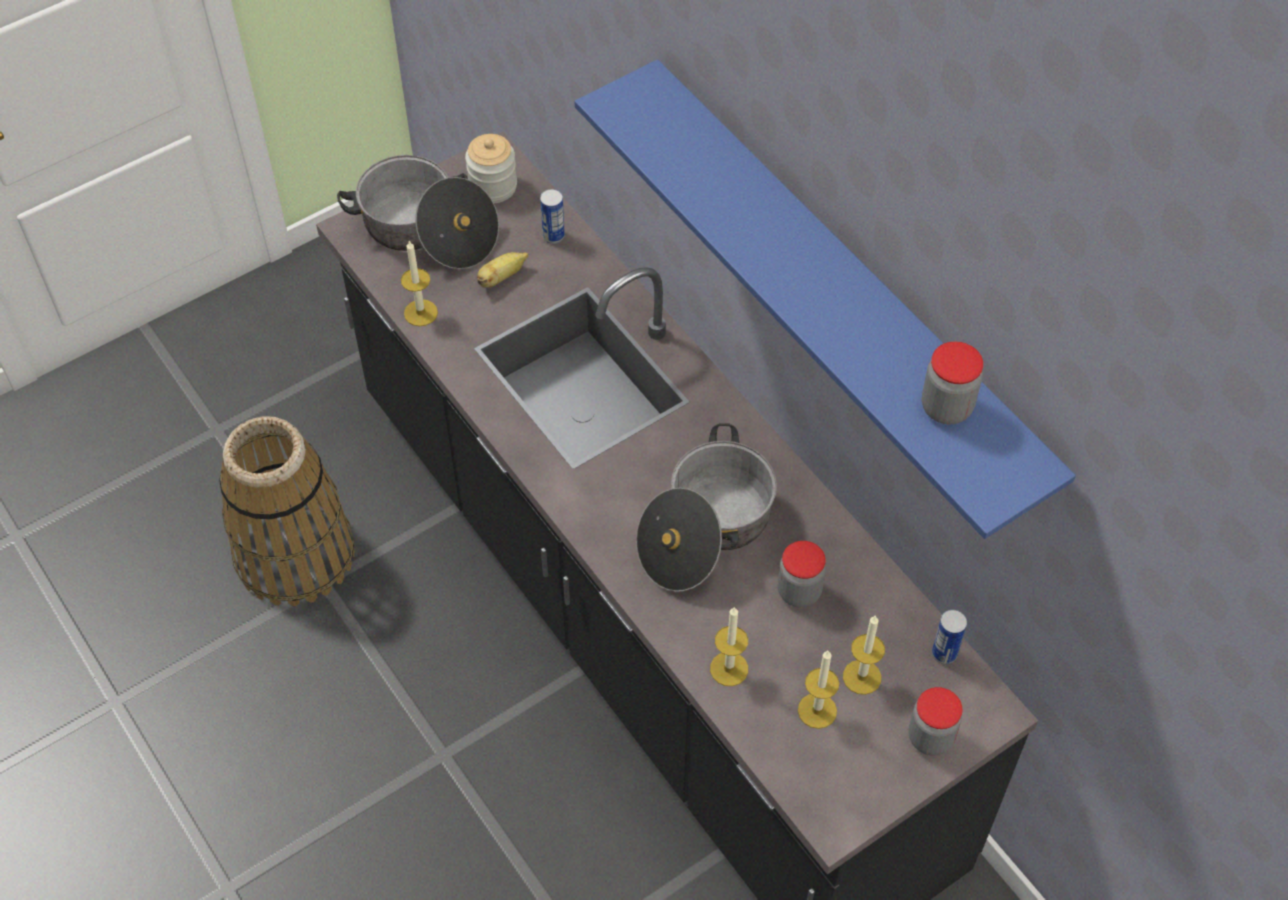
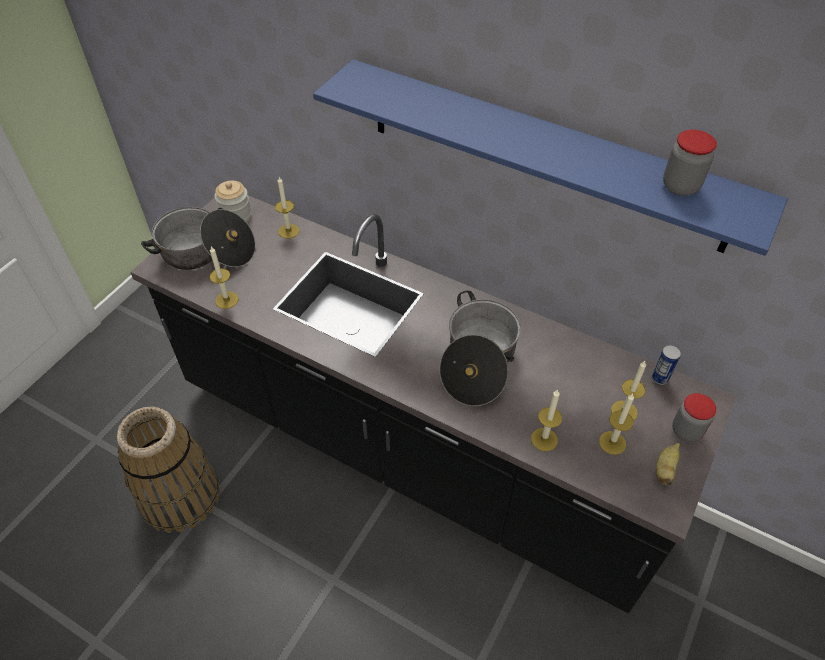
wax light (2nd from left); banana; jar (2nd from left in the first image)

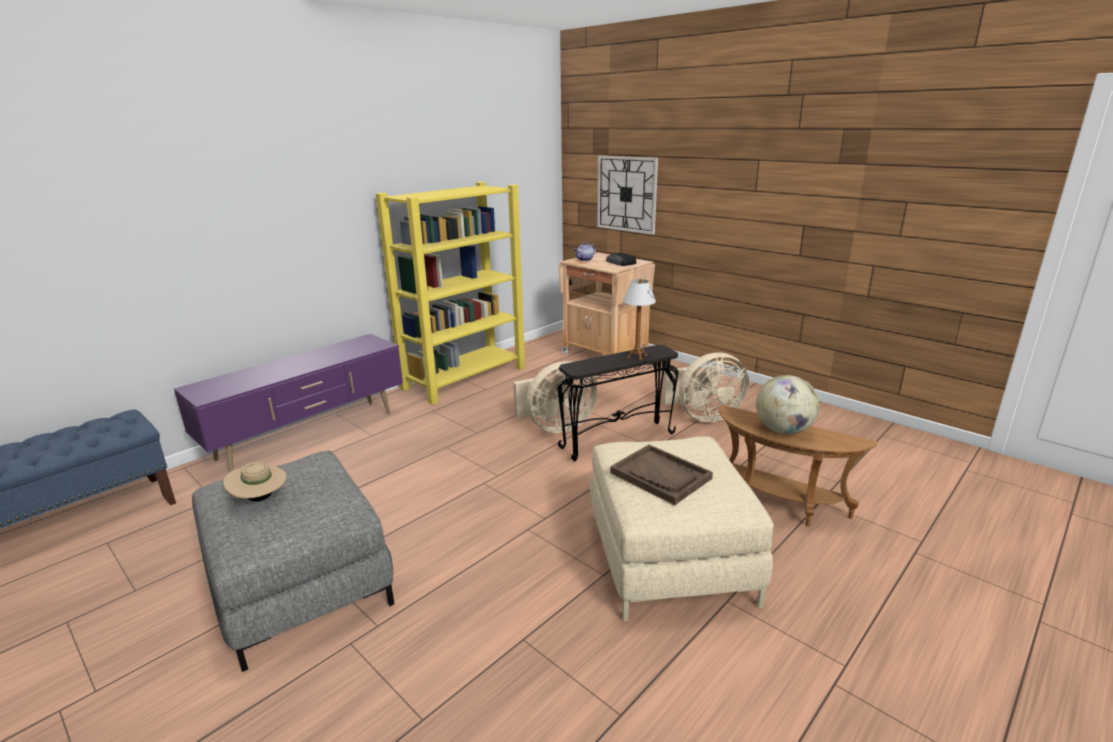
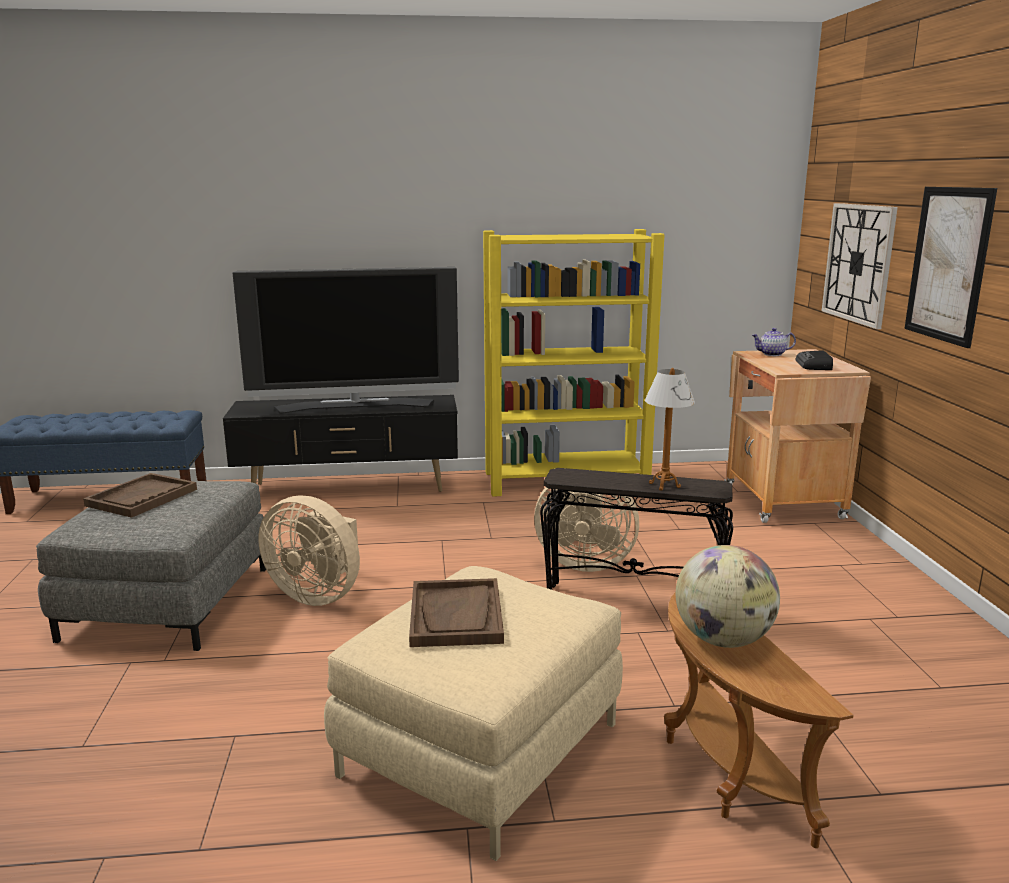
media console/black-coloured; cooling fan/beige-coloured (1st from left); serving tray/brown-coloured (1st from left); wall picture; TV

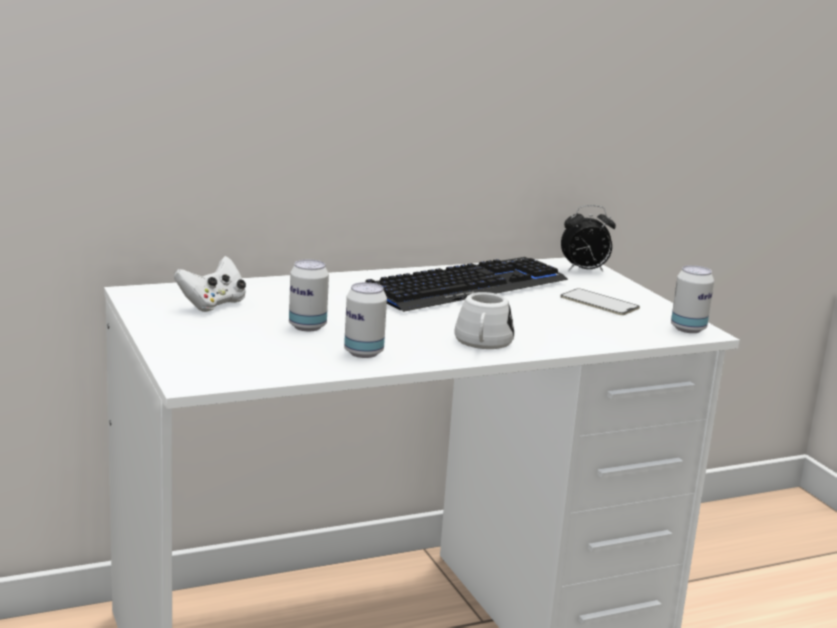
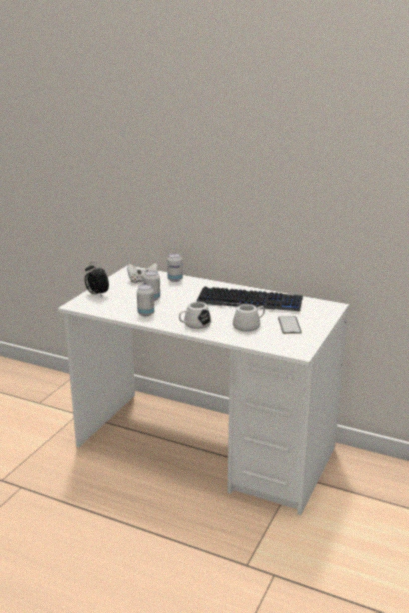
table clock; can (3rd from left); tea mug/white-coloured (2nd from left)

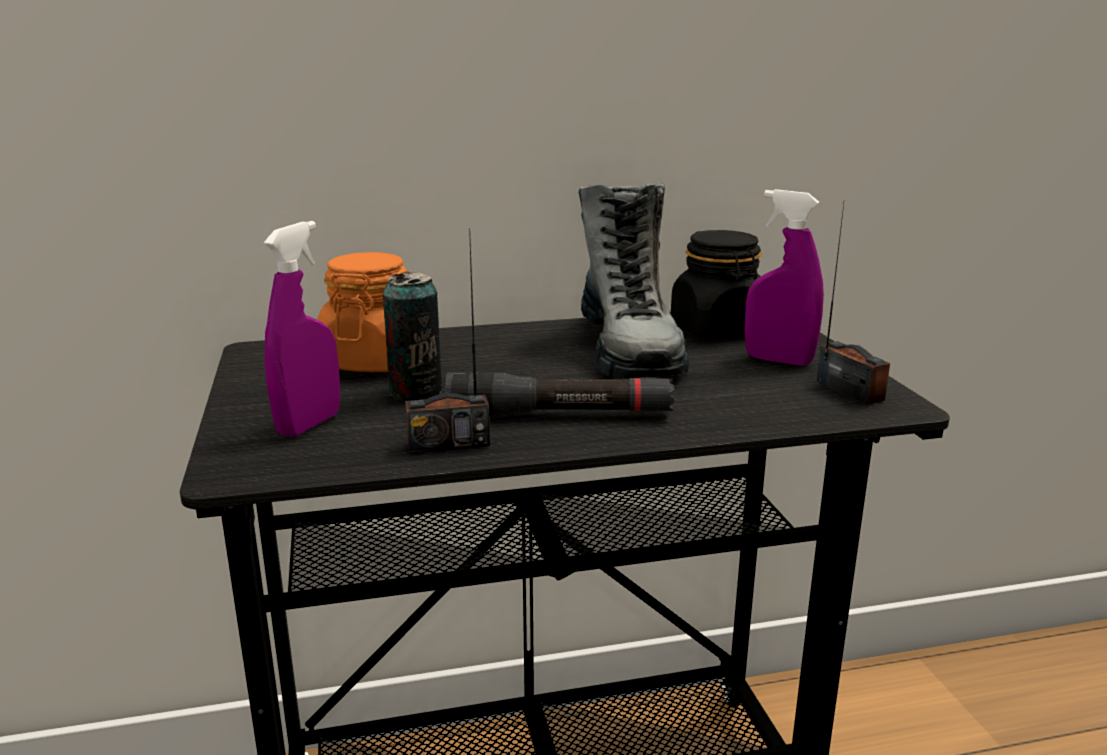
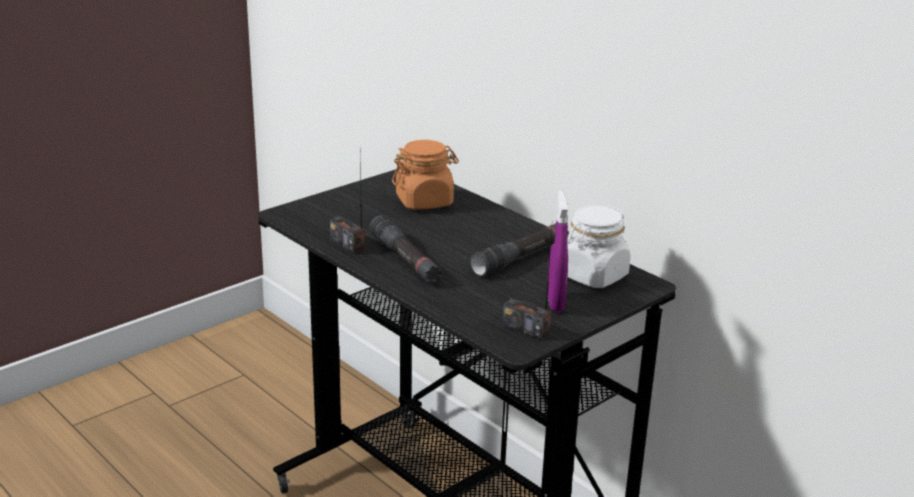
hand torch/black-coloured (2nd from left); radio (2nd from left); spray bottle/purple-coloured (1st from left in the first image); jar/white-coloured; can

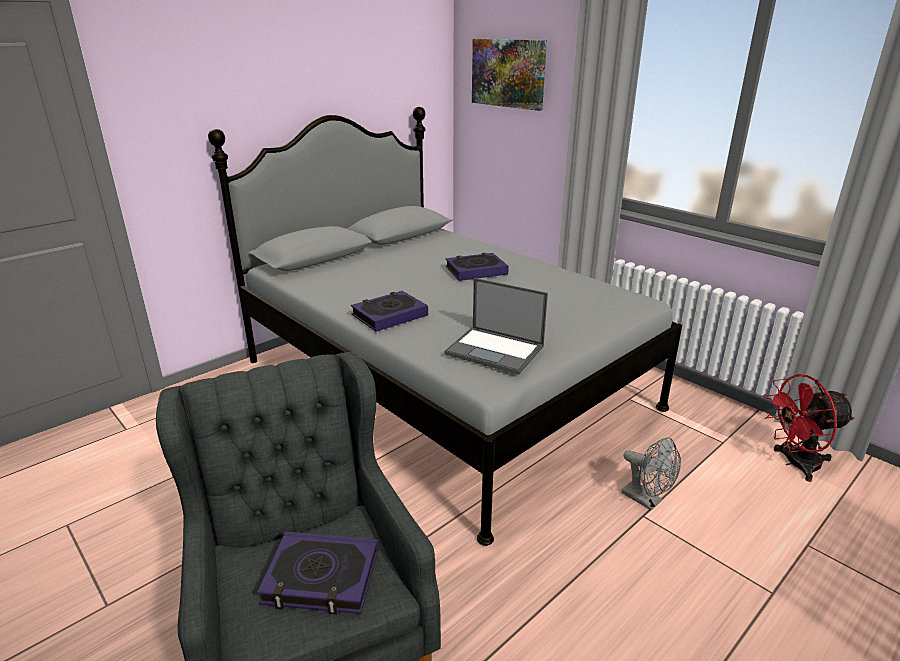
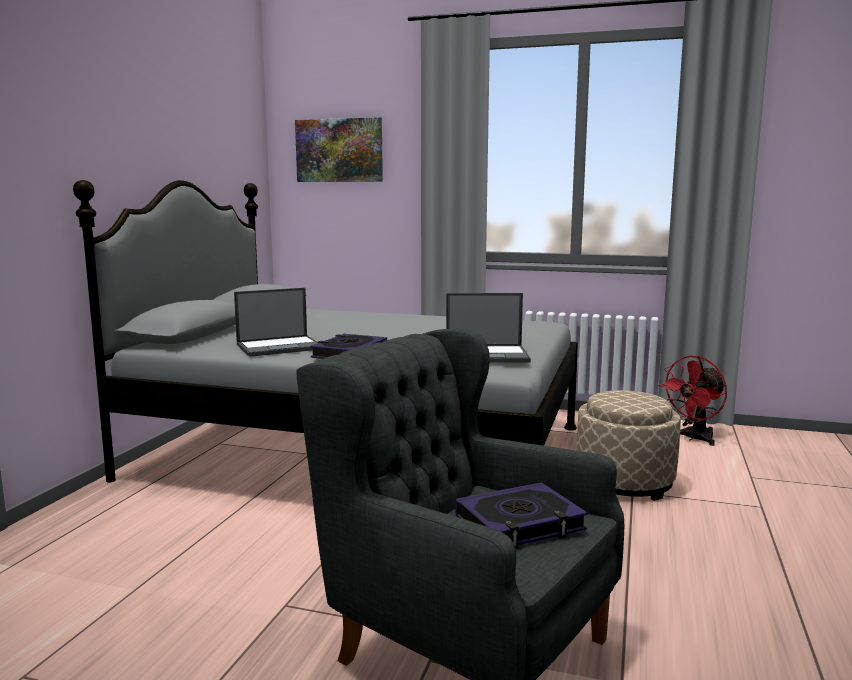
volume (3rd from left in the first image); ottoman/beige-coloured; portable computer (1st from left)

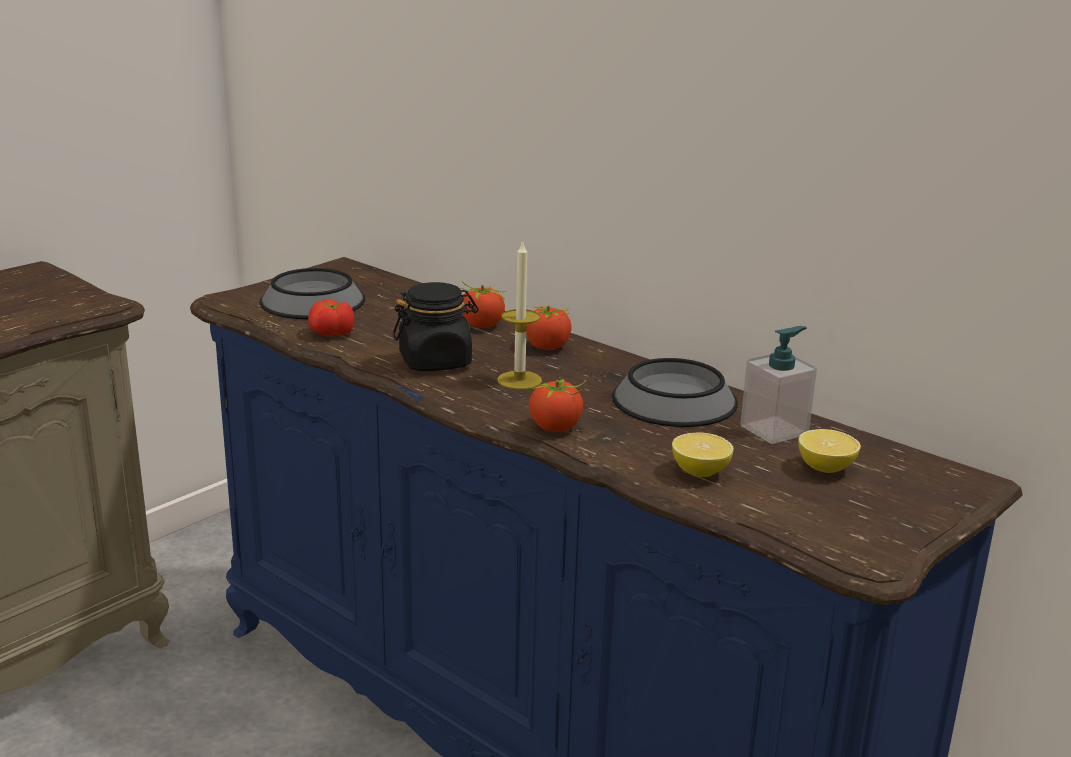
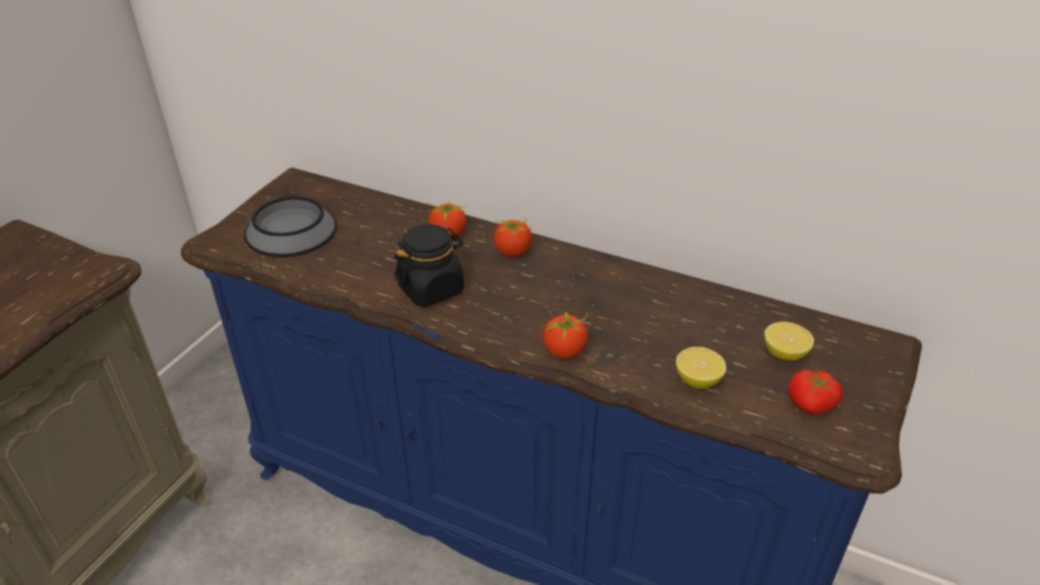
wax light; whole tomato (4th from left); soap dispenser; bowl (2nd from left in the first image)

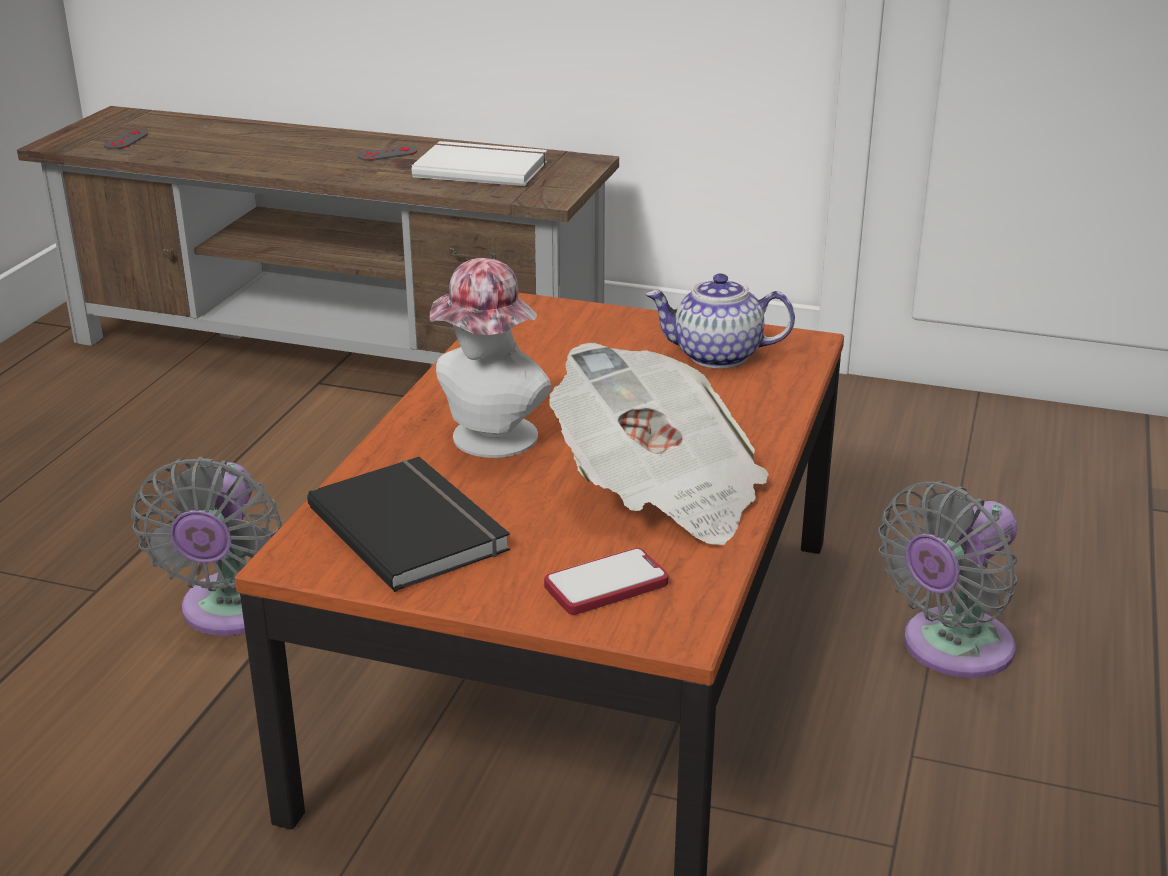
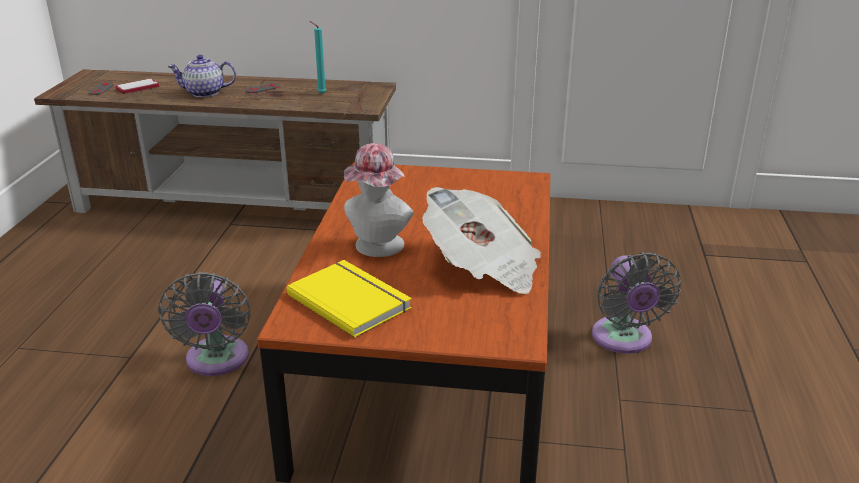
wax light/turquoise; tea pot; volume/yellow-coloured; cooling fan/grey (2nd from left); handset

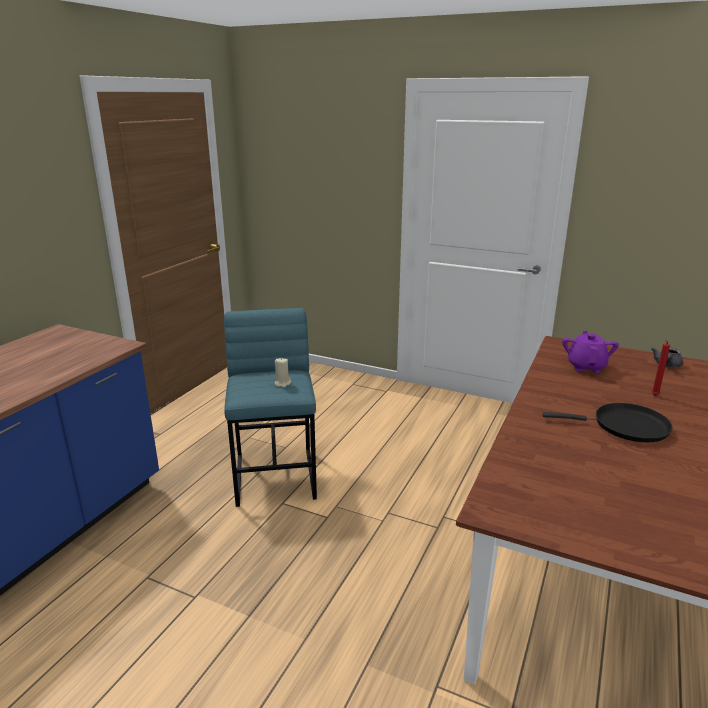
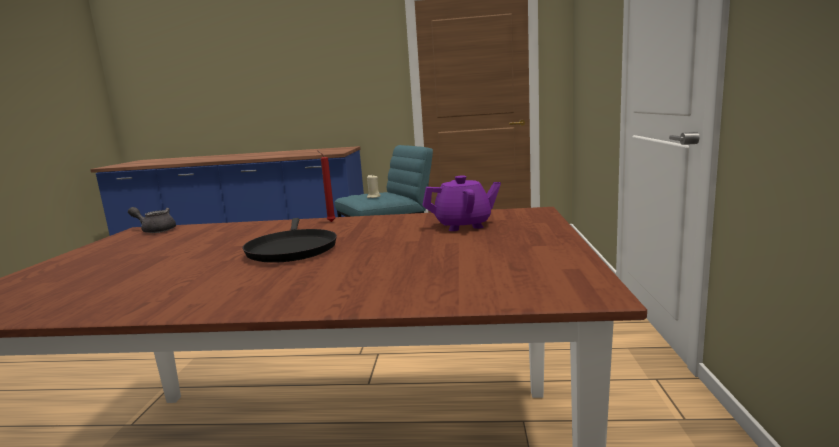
wax light/red-coloured; tea pot/grey

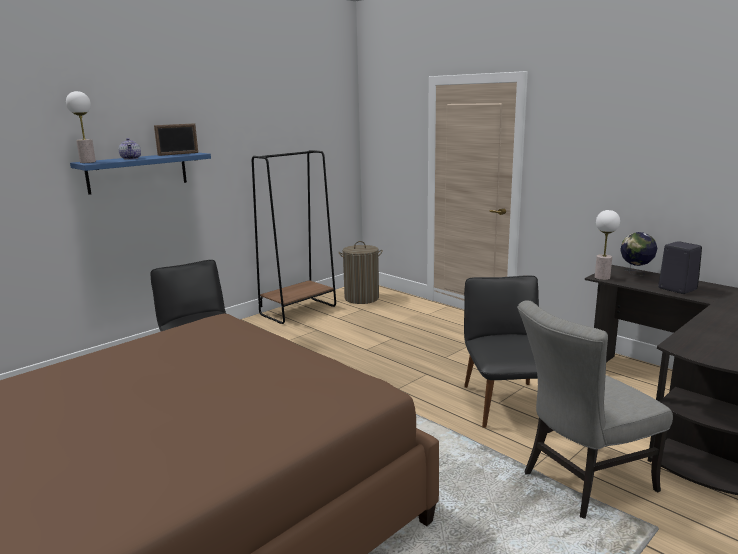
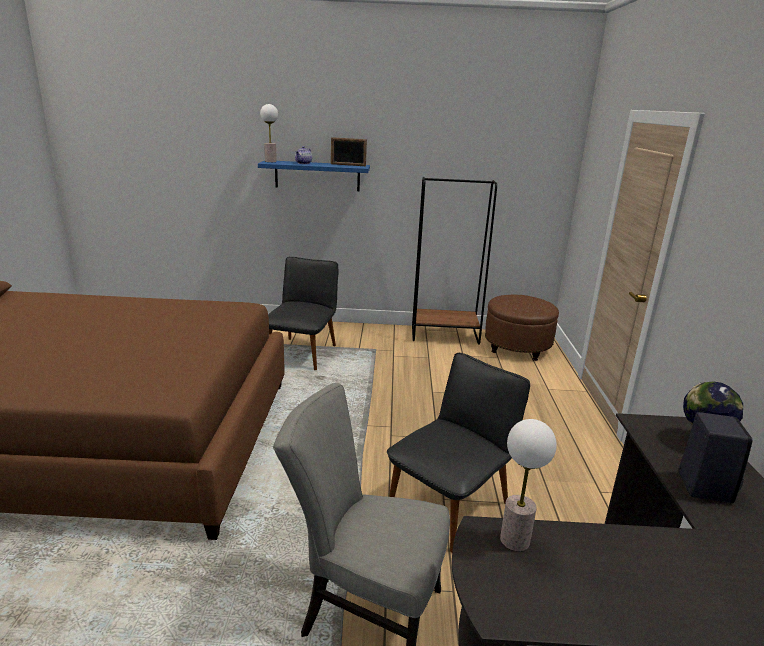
tabletop lamp (2nd from left); ottoman/brown-coloured

